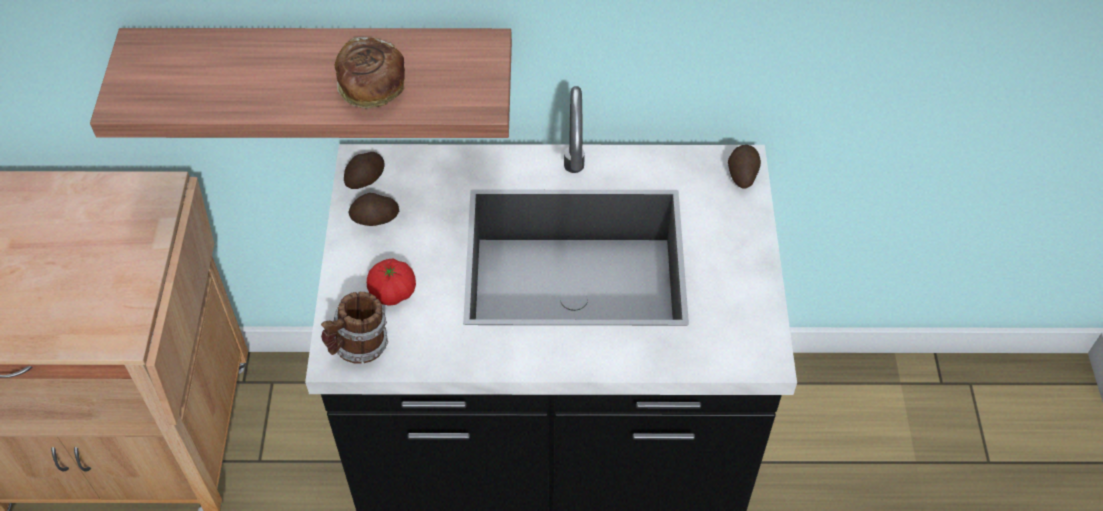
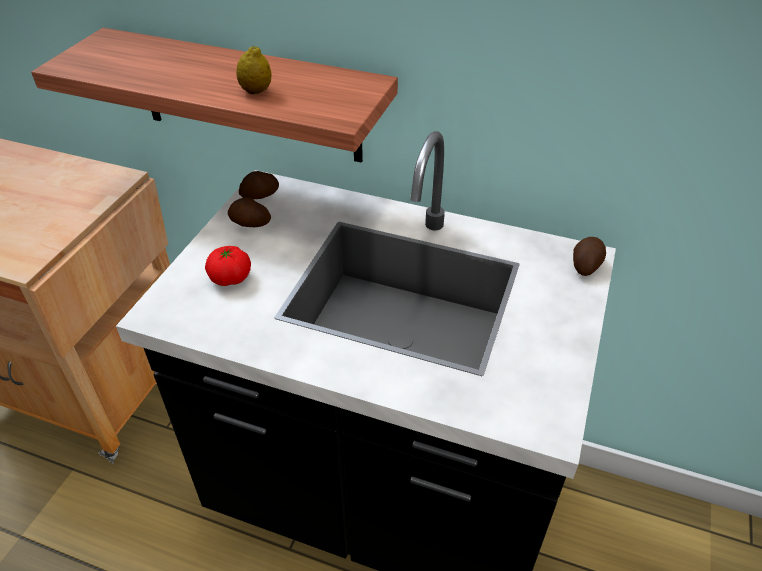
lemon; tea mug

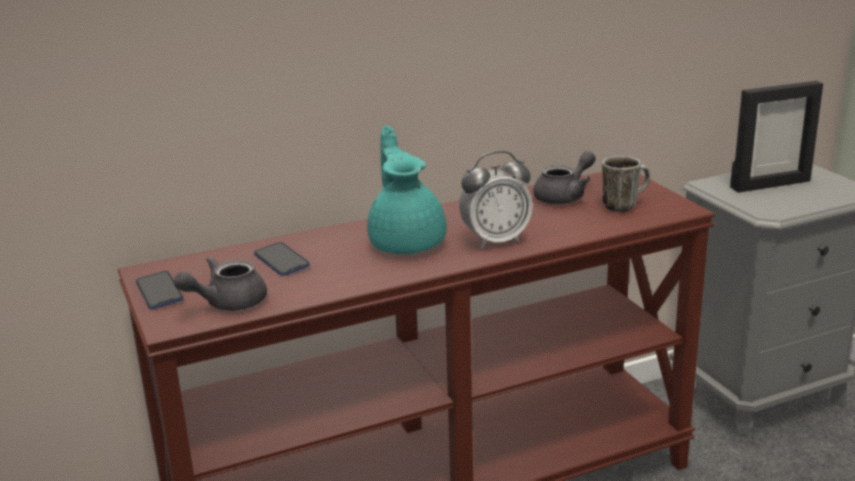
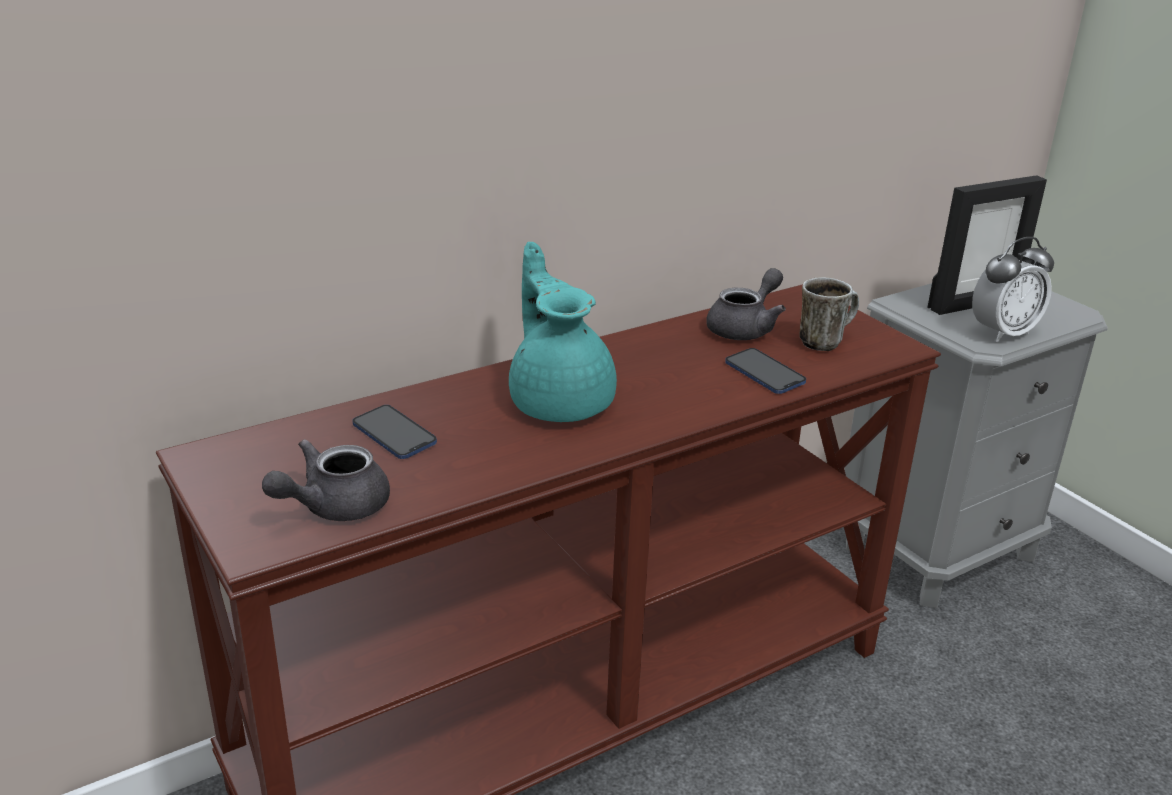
table clock; handset (2nd from left)

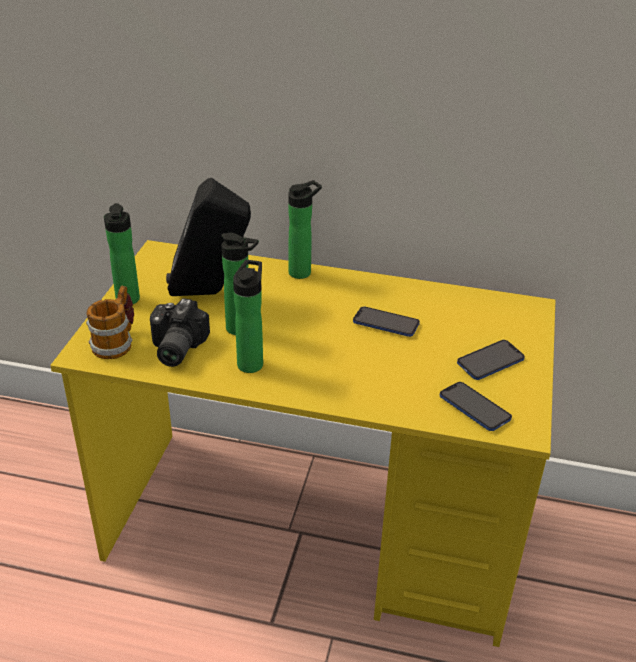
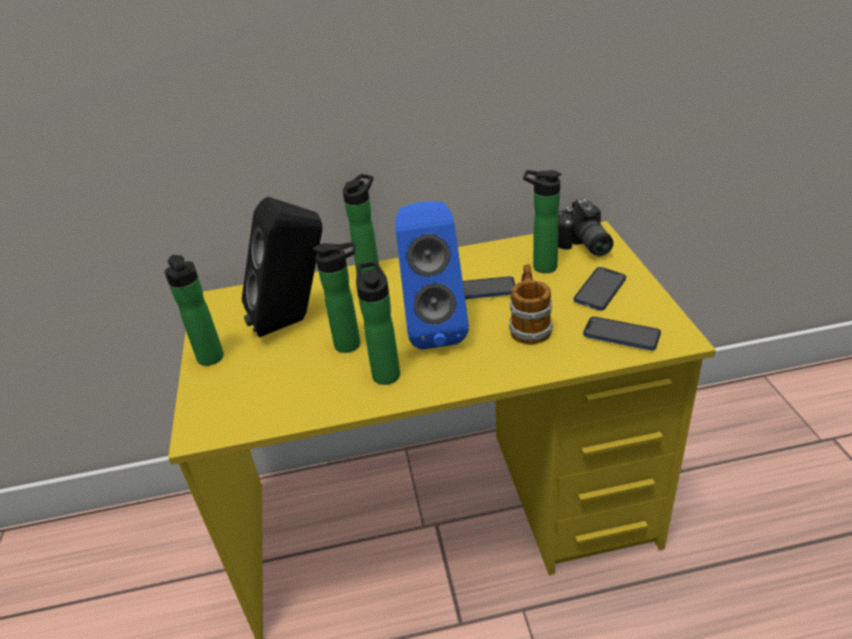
tea mug; still camera; drink bottle (5th from left); loudspeaker/blue

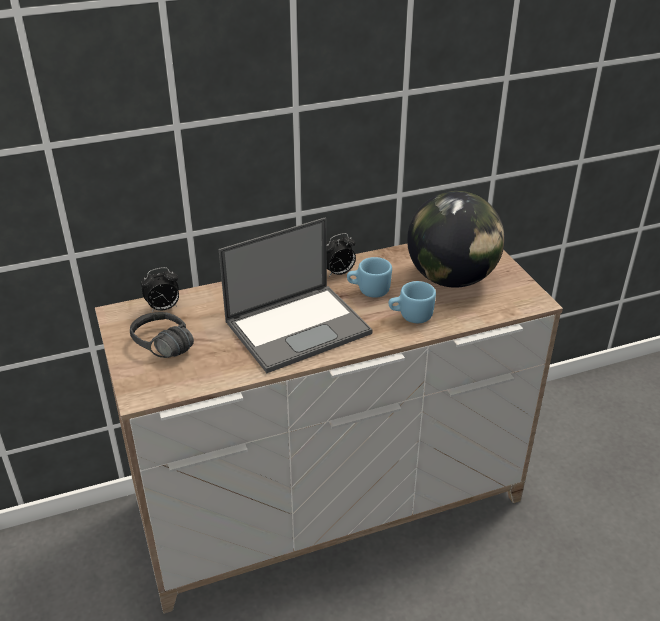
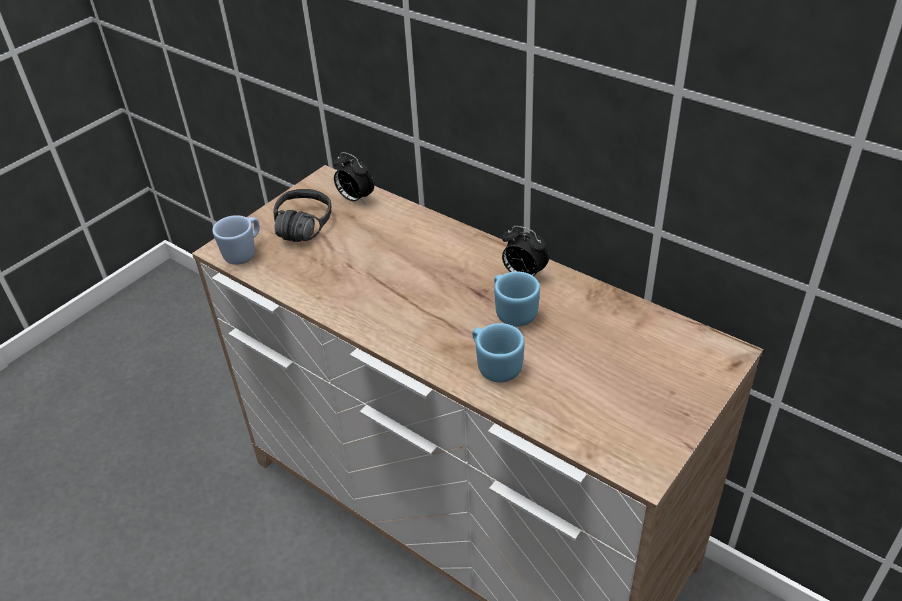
world globe; portable computer; tea mug/blue (1st from left)

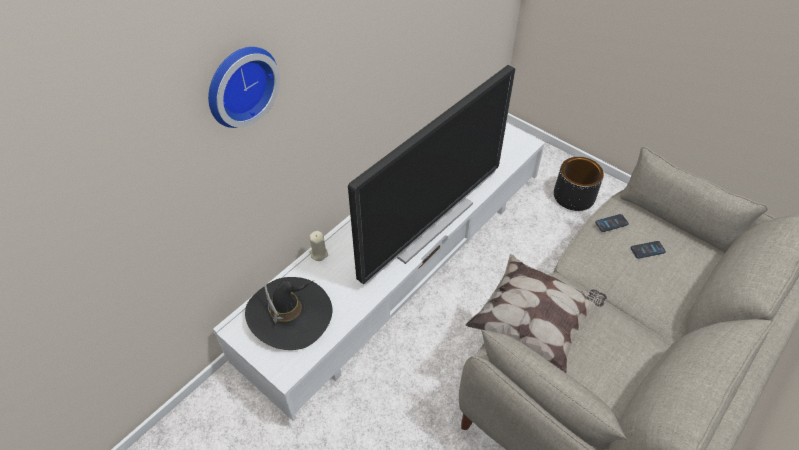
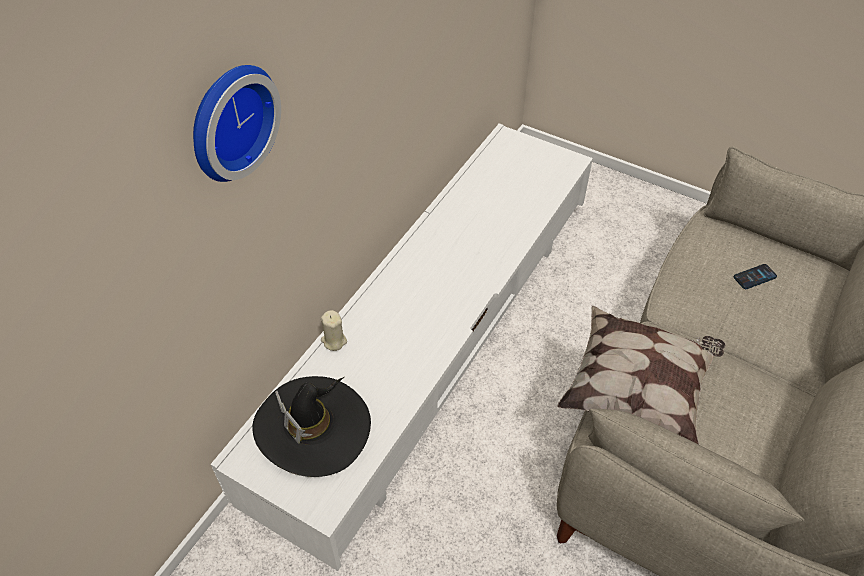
TV; plant pot/black-coloured; handset (1st from left in the first image)

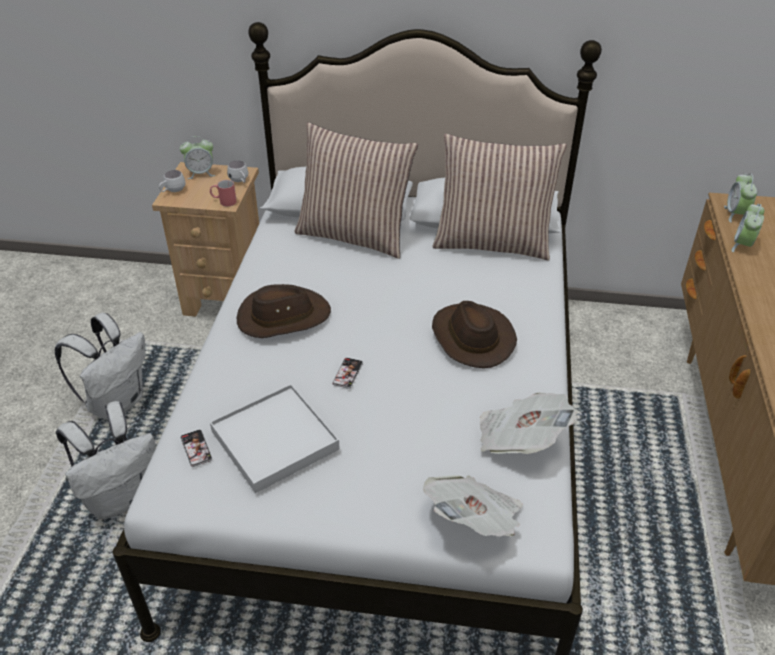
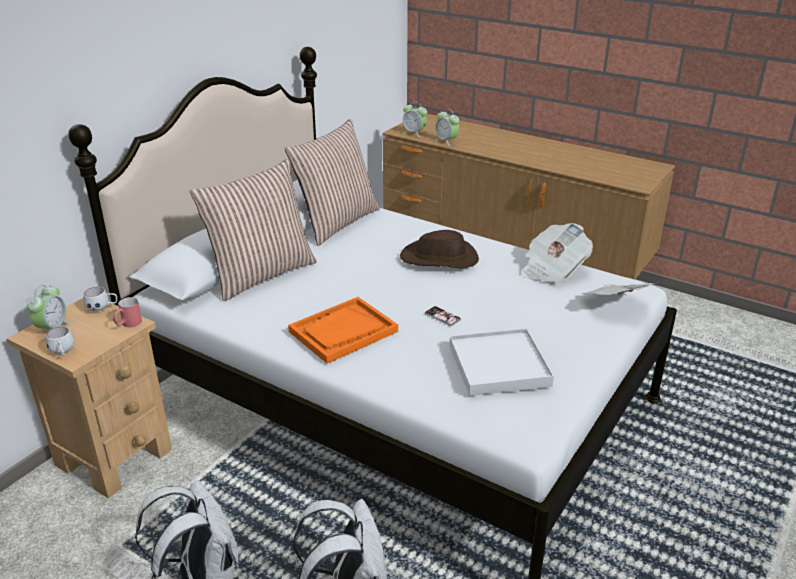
serving tray/orangey; handset (1st from left in the first image)

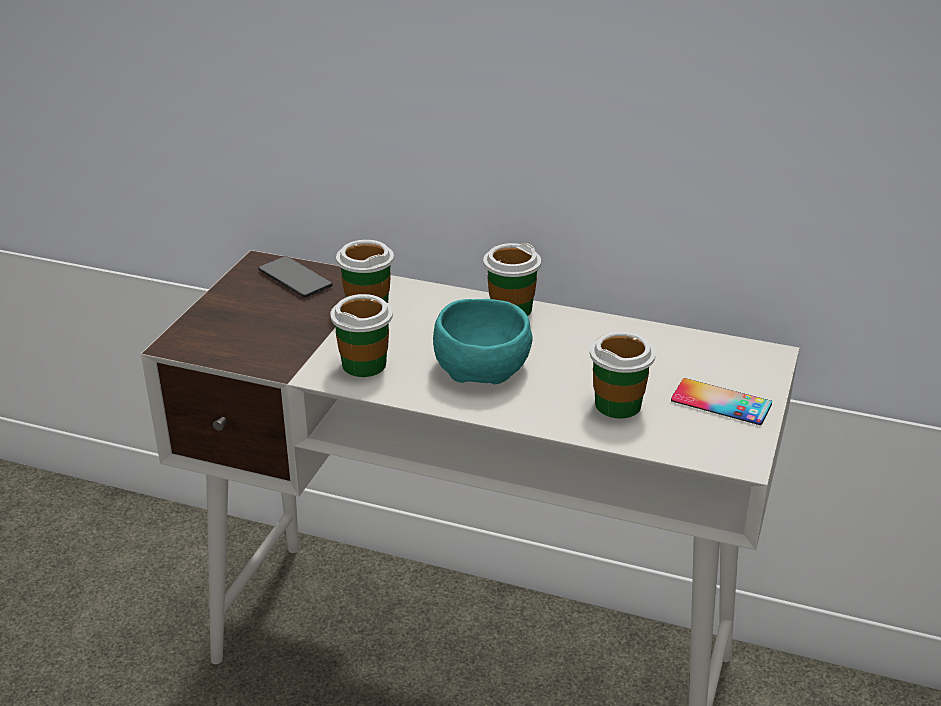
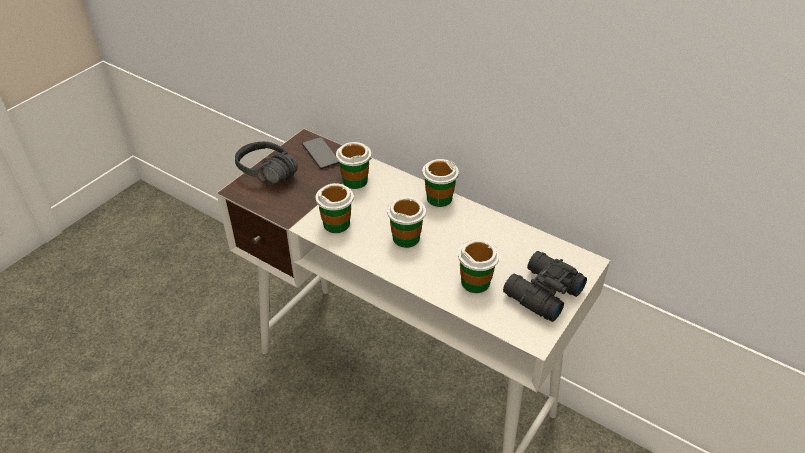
cup (3rd from left); pair of binoculars/black-coloured; pair of headphones/black-coloured

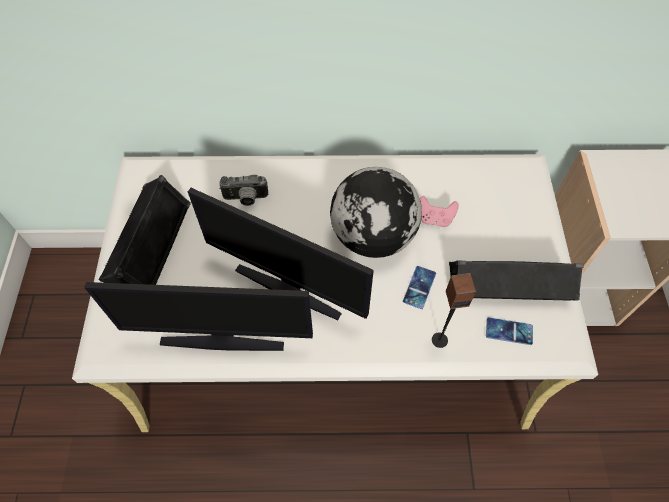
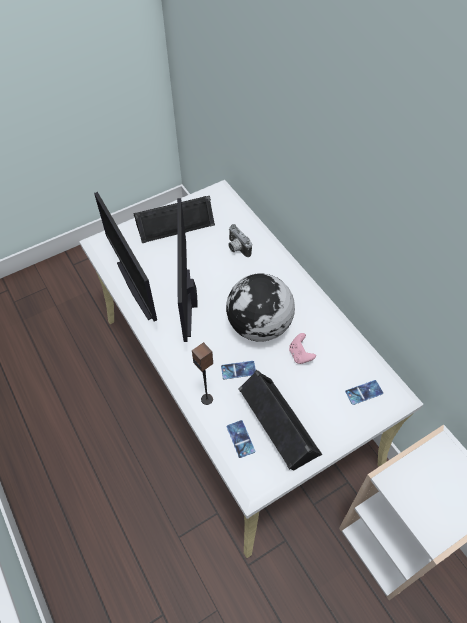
handset (3rd from left)

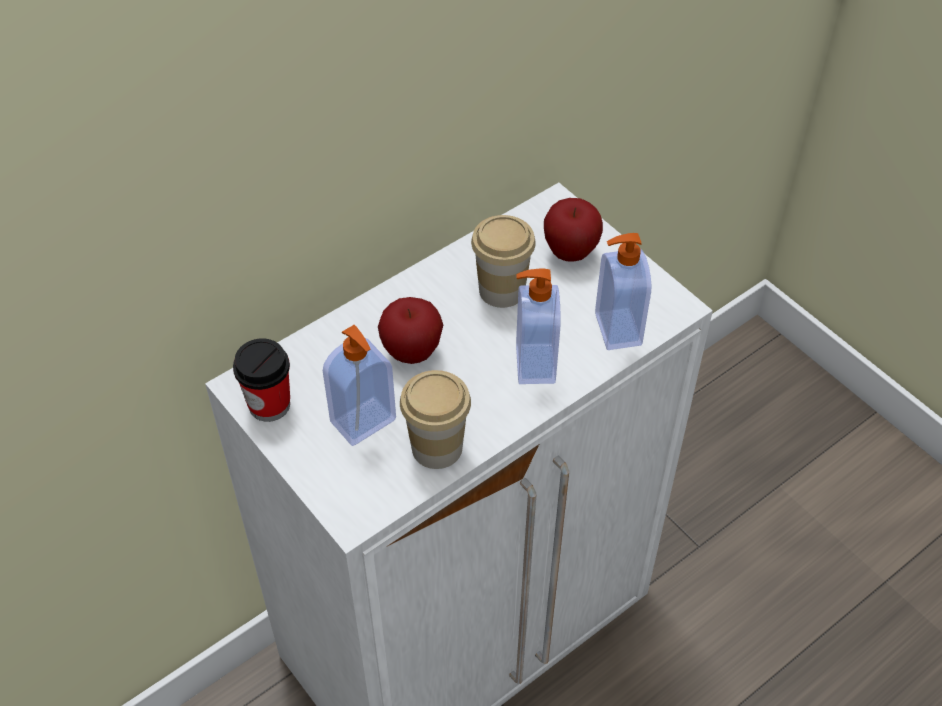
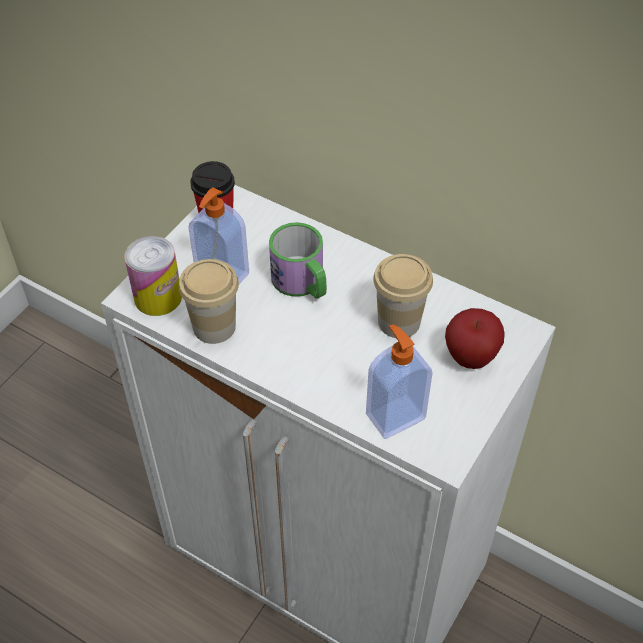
soap dispenser (2nd from left in the first image); tea mug; can

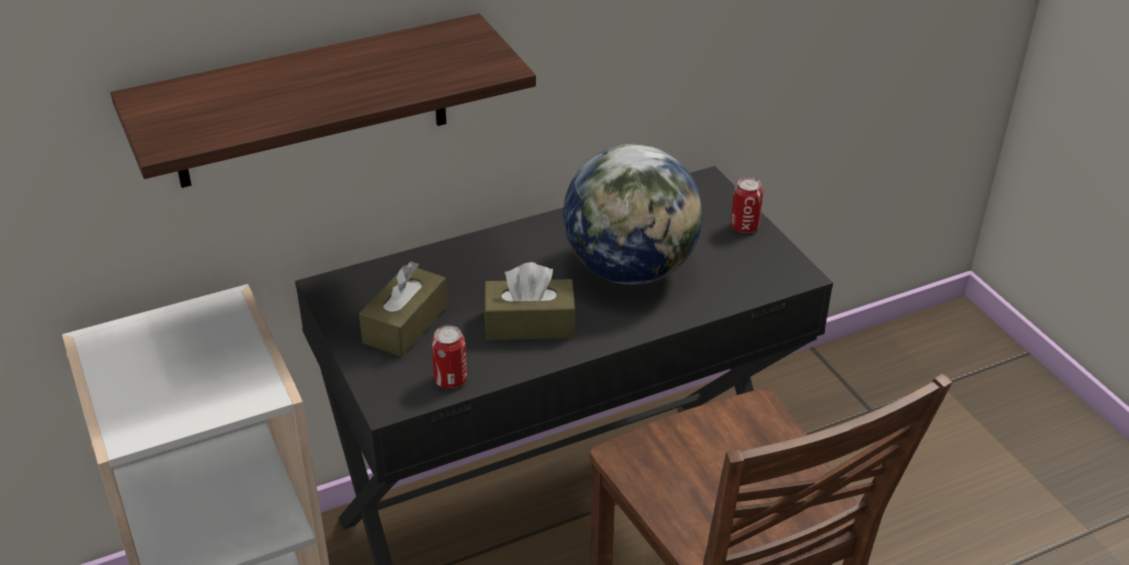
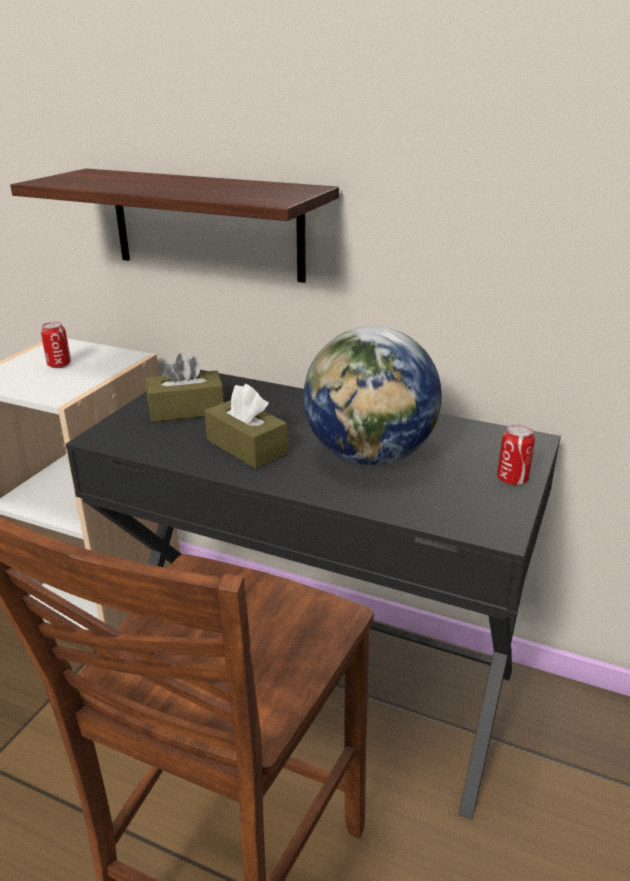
can (1st from left)

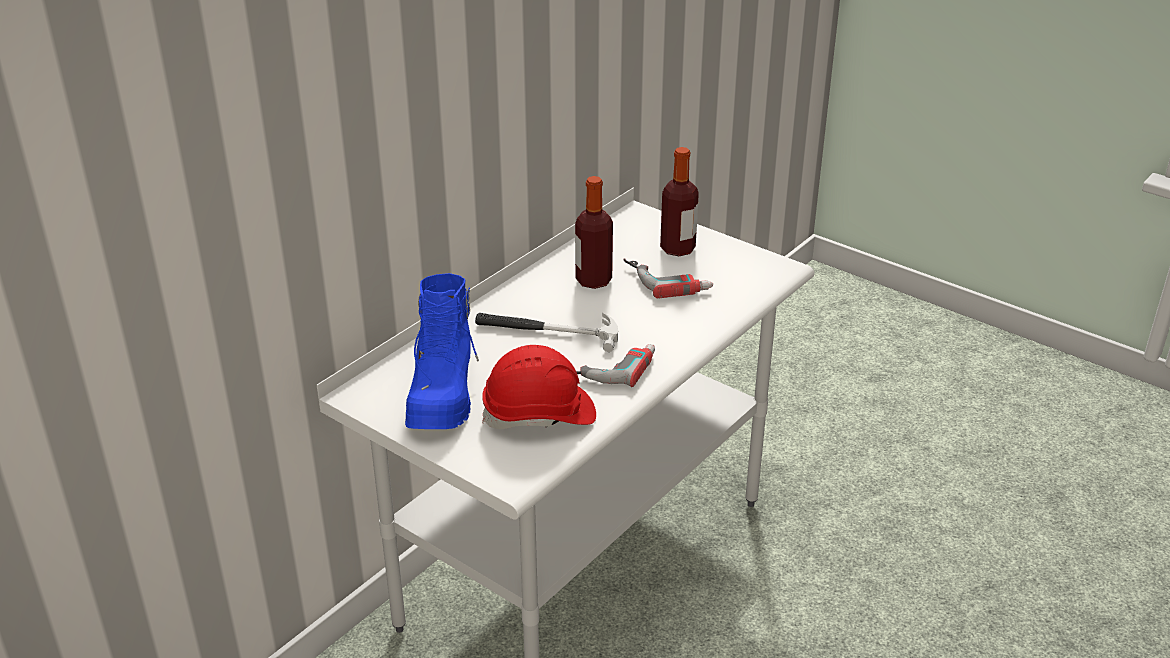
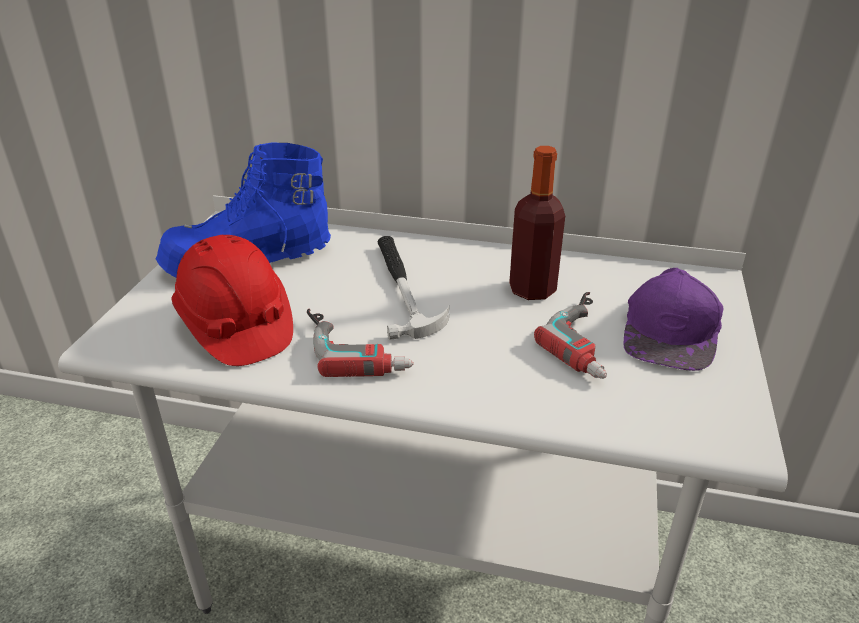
cap/purple-coloured

